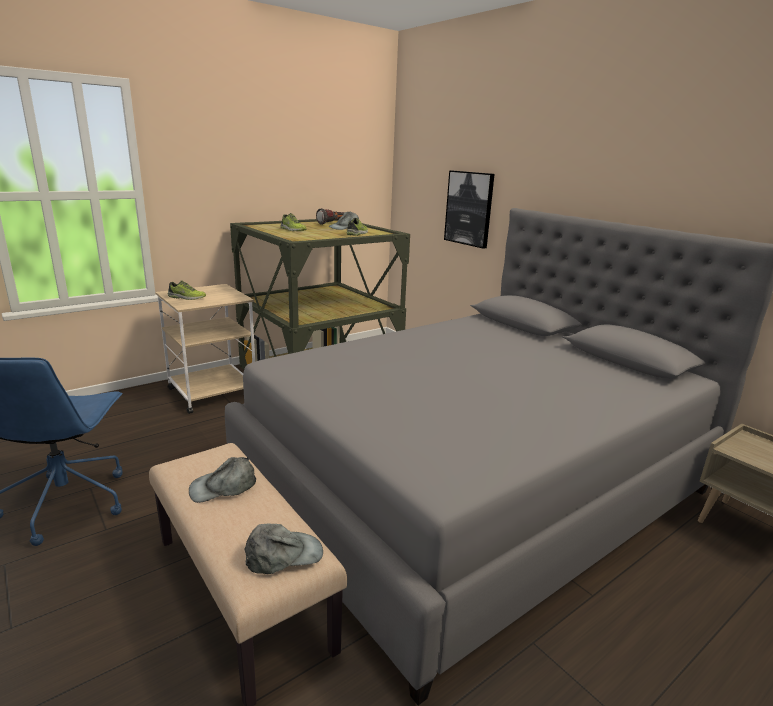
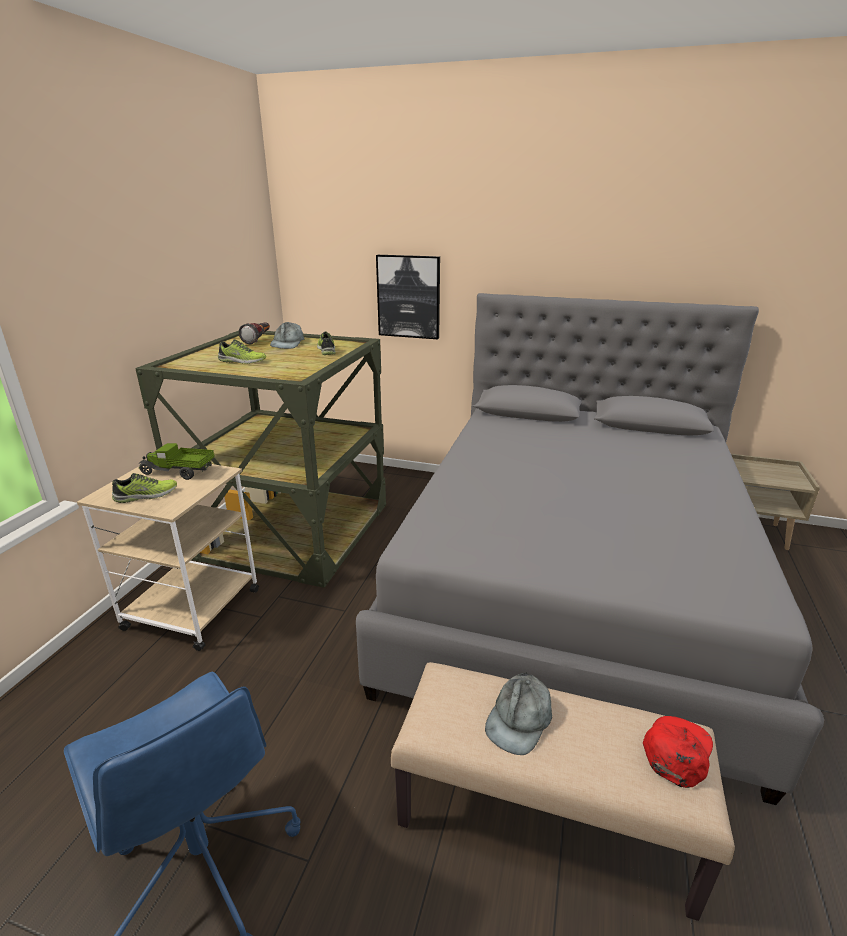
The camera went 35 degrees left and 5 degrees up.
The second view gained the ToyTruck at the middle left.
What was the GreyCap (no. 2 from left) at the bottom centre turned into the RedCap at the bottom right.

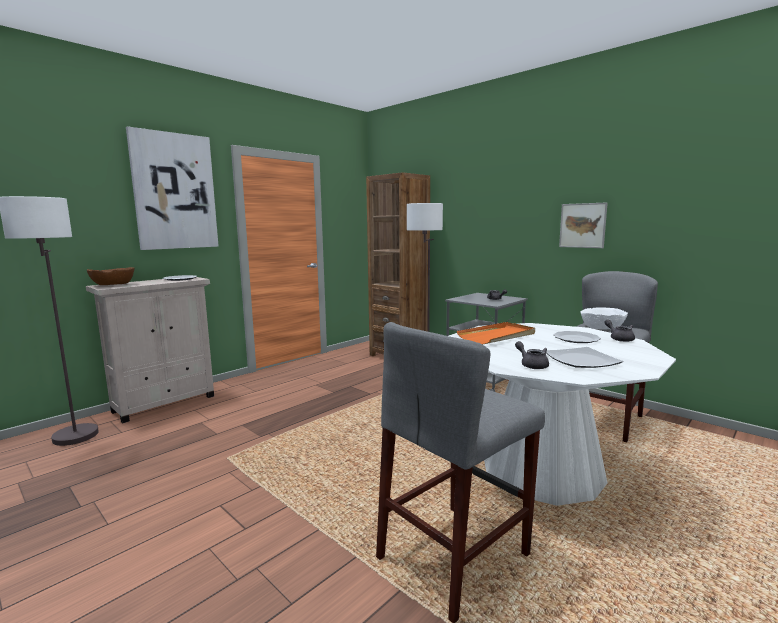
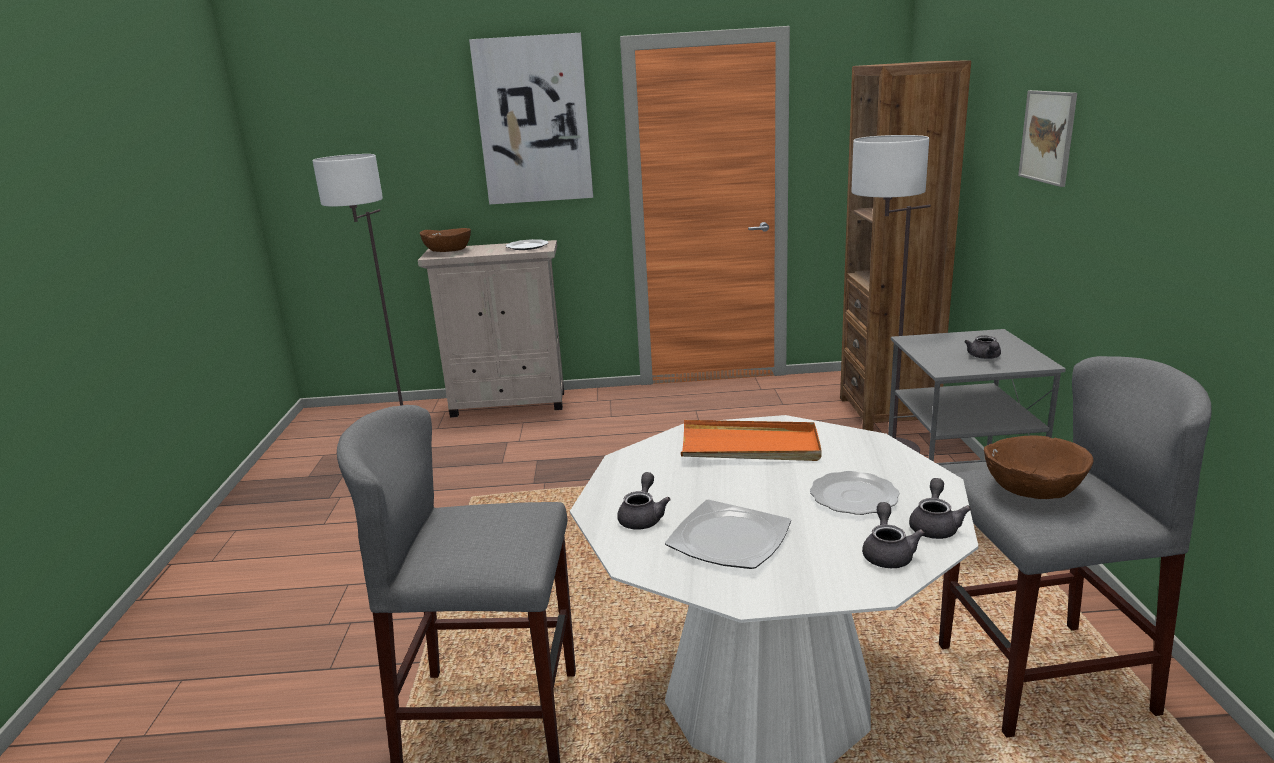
The camera went 45 degrees right and 10 degrees up.
The second view gained the GreyTeapot (no. 2 from left) at the bottom right.
The Picture (no. 2 from left) ended up elsewhere, having gone from the middle right to the top right.
What was the WhiteBowl at the middle right turned into the BrownBowl (no. 2 from left) at the middle right.

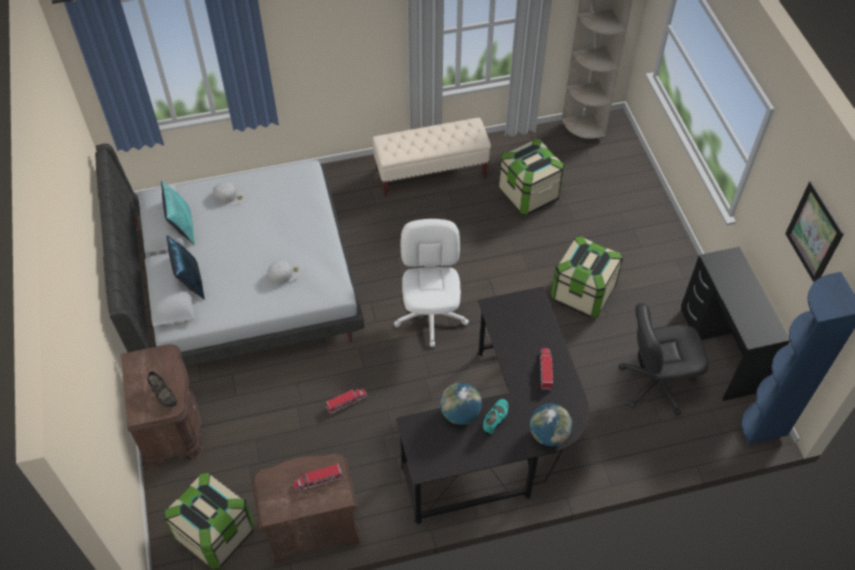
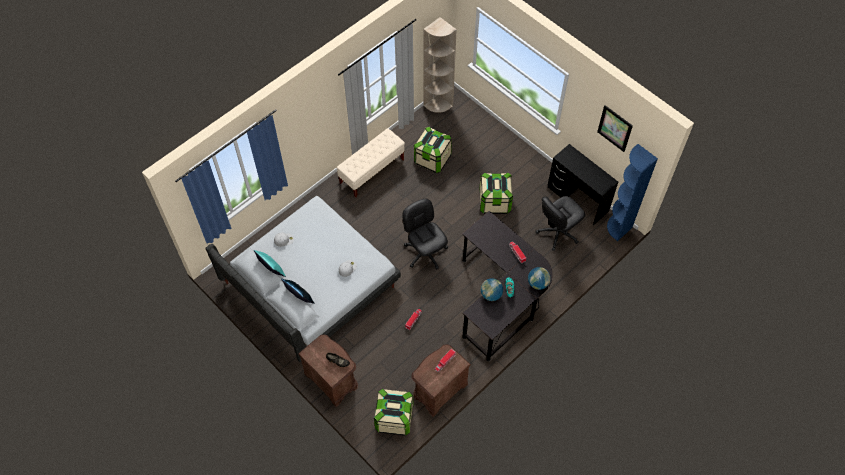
The camera went 30 degrees left and 5 degrees up.
What was the WhiteOfficeChair at the centre turned into the BlackOfficeChair (no. 1 from left) at the centre.

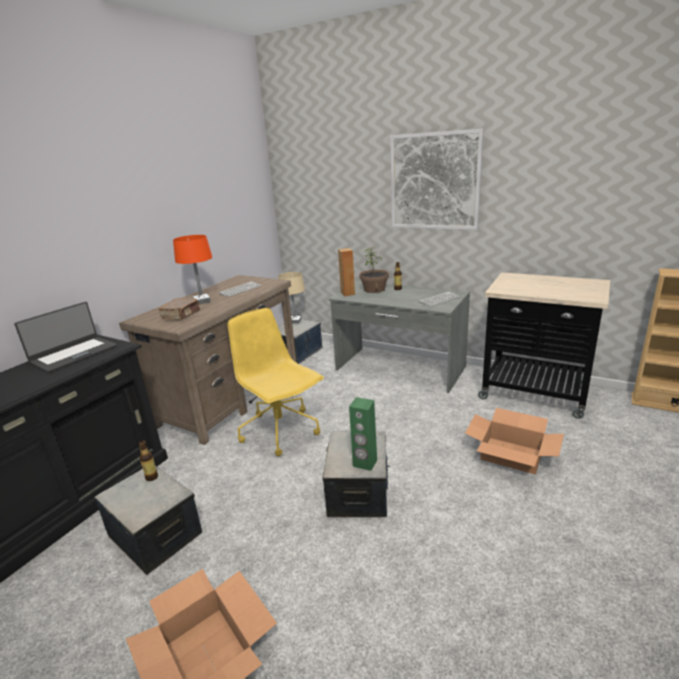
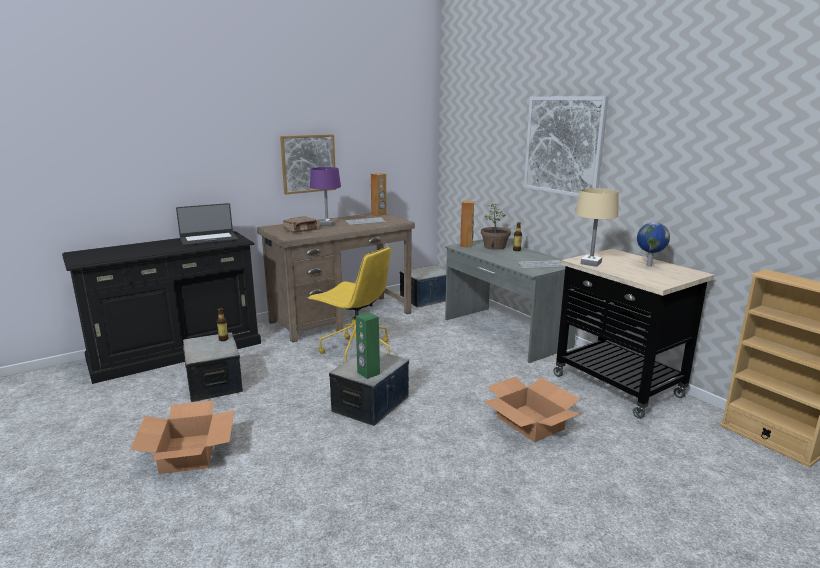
The camera went 25 degrees right and 5 degrees down.
The second view gained the Picture (no. 1 from left) at the top centre.
The second view gained the BrownSpeaker (no. 1 from left) at the centre.
The second view gained the Globe at the middle right.
The BeigeTableLamp ended up elsewhere, having gone from the centre to the middle right.
What was the OrangeTableLamp at the middle left turned into the PurpleTableLamp at the centre.
The YellowOfficeChair at the centre ended up facing another way, 135 degrees clockwise from before.

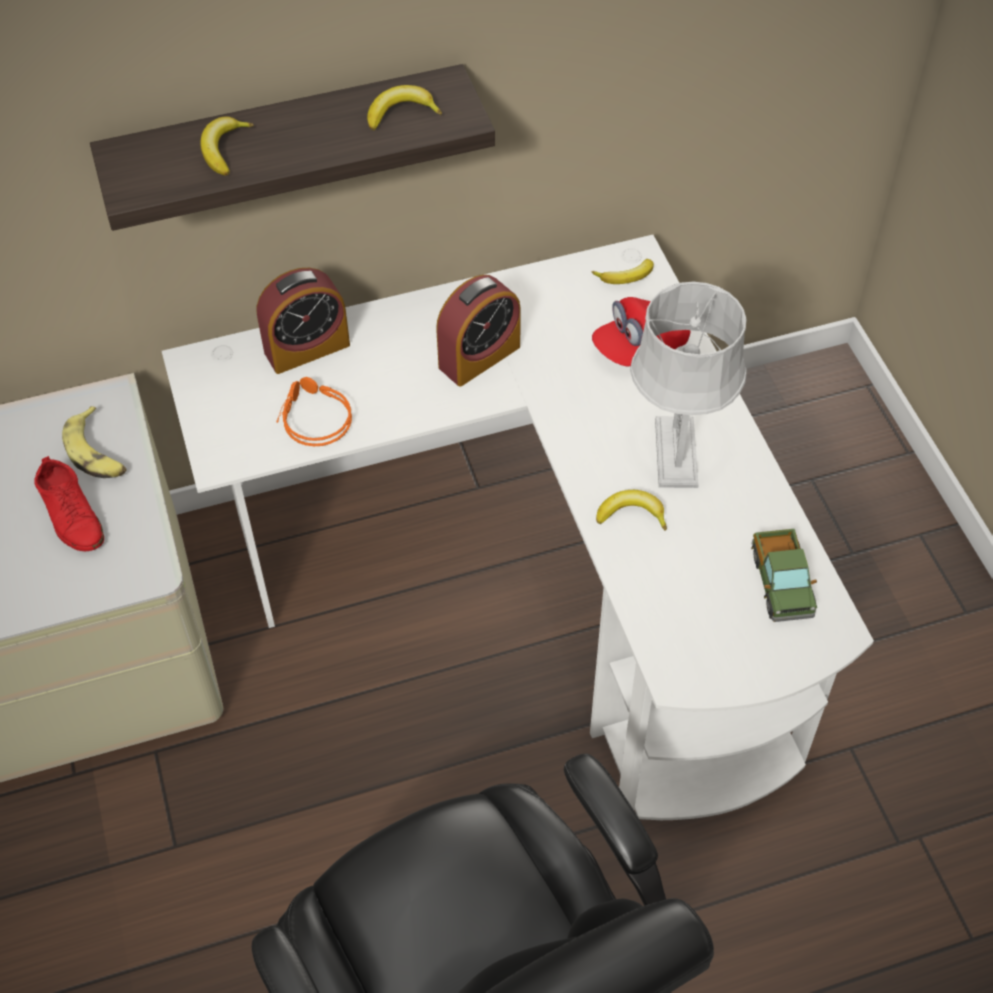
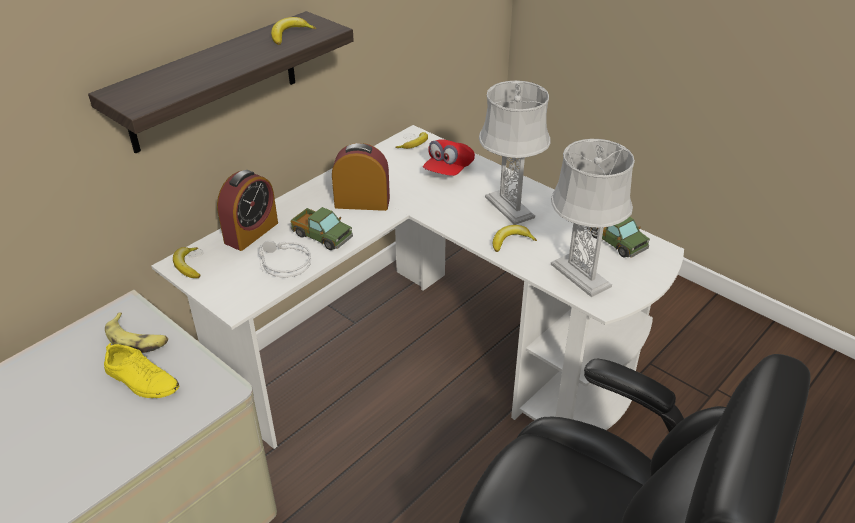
The camera went 30 degrees left and 15 degrees down.
The second view gained the ToyTruck (no. 1 from left) at the centre.
The second view gained the GreyTableLamp (no. 2 from left) at the middle right.
The Banana (no. 2 from left) ended up elsewhere, having gone from the top left to the middle left.
What was the RedShoe at the middle left turned into the YellowShoe at the bottom left.
What was the OrangeHeadphones at the middle left turned into the GreyHeadphones at the centre.
The AlarmClock (no. 2 from left) at the centre ended up facing another way, 105 degrees counterclockwise from before.

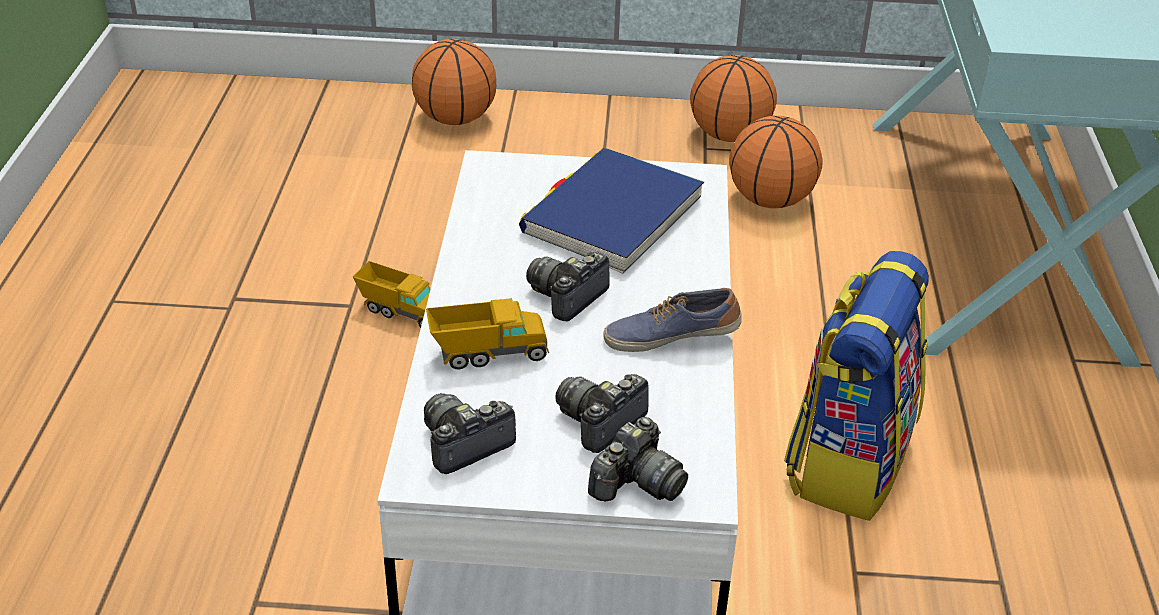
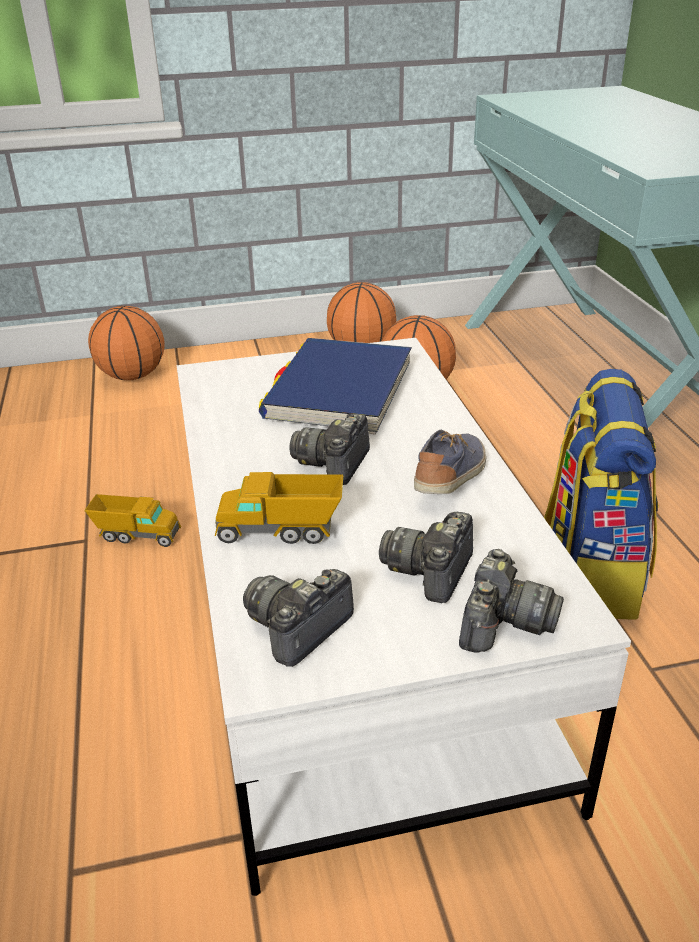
The camera went 15 degrees left and 5 degrees down.
The ToyTruck (no. 2 from left) at the centre ended up facing another way, 150 degrees counterclockwise from before.
The Shoe at the centre ended up facing another way, 135 degrees clockwise from before.

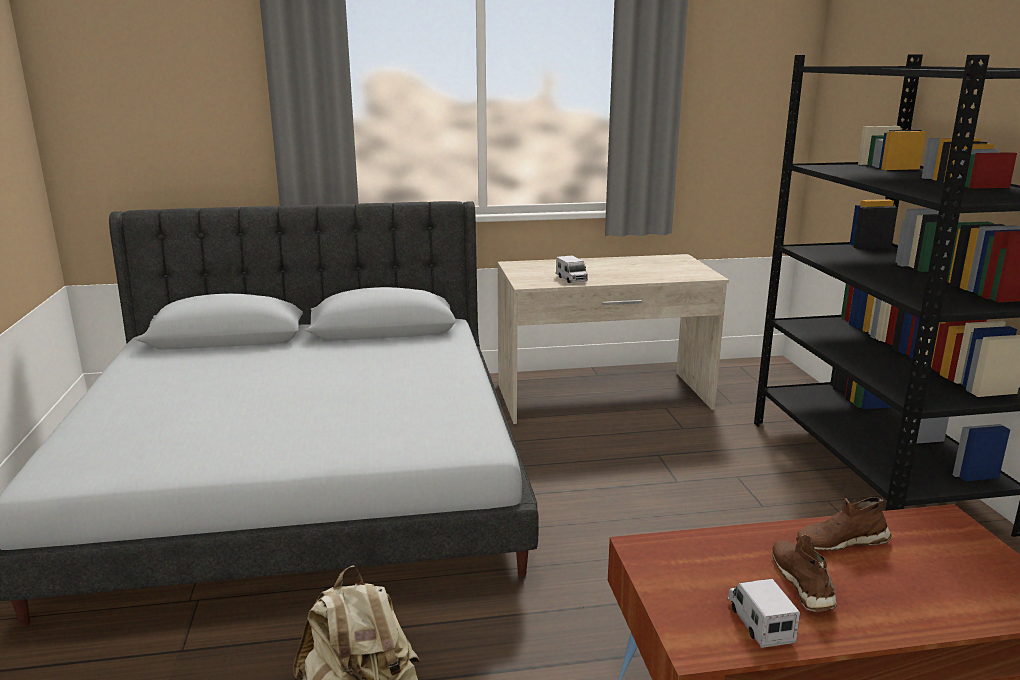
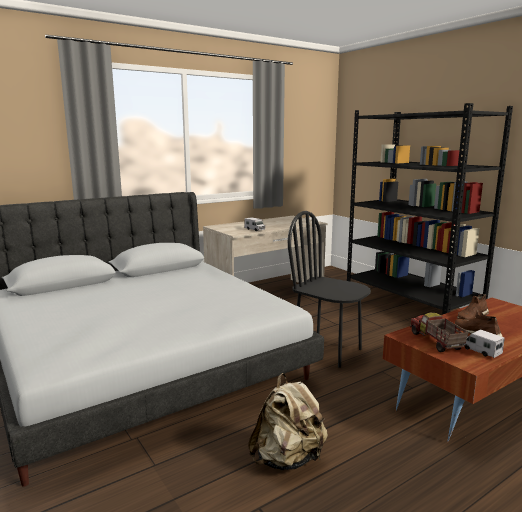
The camera went 25 degrees left and 5 degrees down.
The second view gained the BlackChair at the centre.
The second view gained the ToyTruck (no. 2 from left) at the middle right.

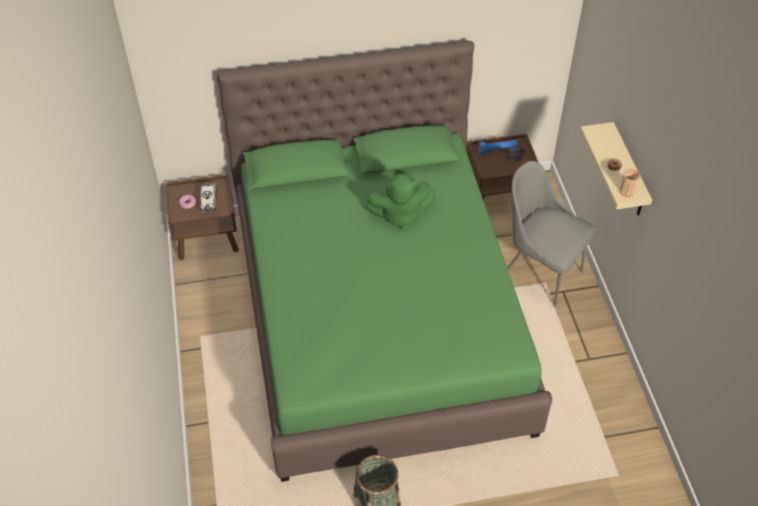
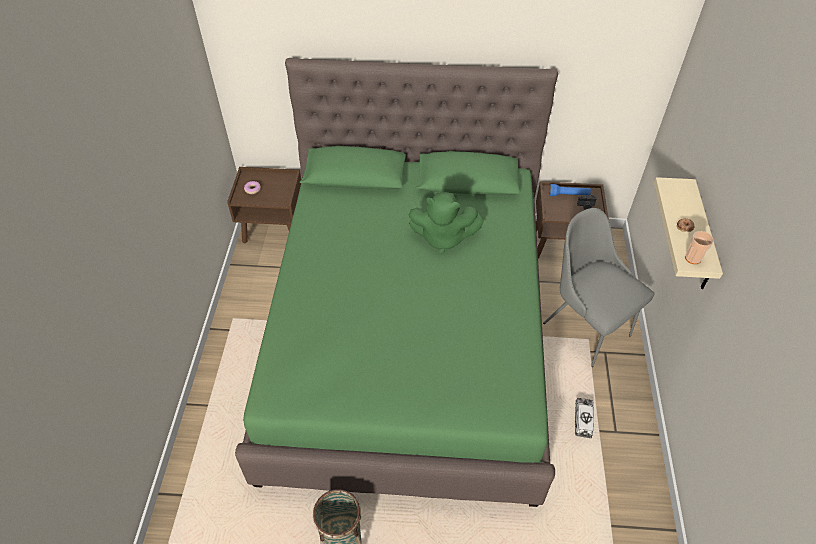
The camera went 15 degrees right and 0 degrees up.
The ToyTruck ended up elsewhere, having gone from the middle left to the bottom right.

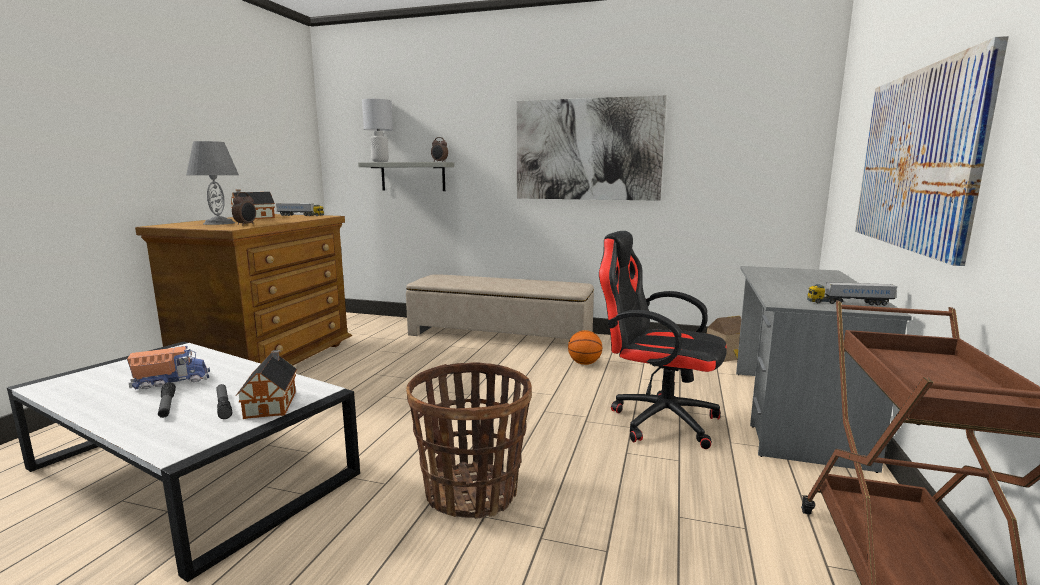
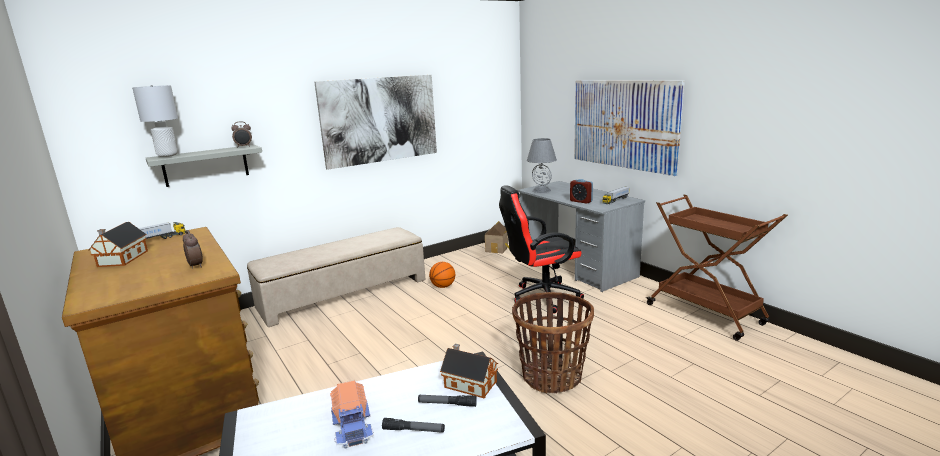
The camera went 50 degrees left and 5 degrees up.
The second view gained the AlarmClock (no. 3 from left) at the centre.
The GreyTableLamp (no. 1 from left in the first image) ended up elsewhere, having gone from the top left to the centre.
The ToyTruck (no. 1 from left in the first image) at the middle left ended up facing another way, 150 degrees clockwise from before.

